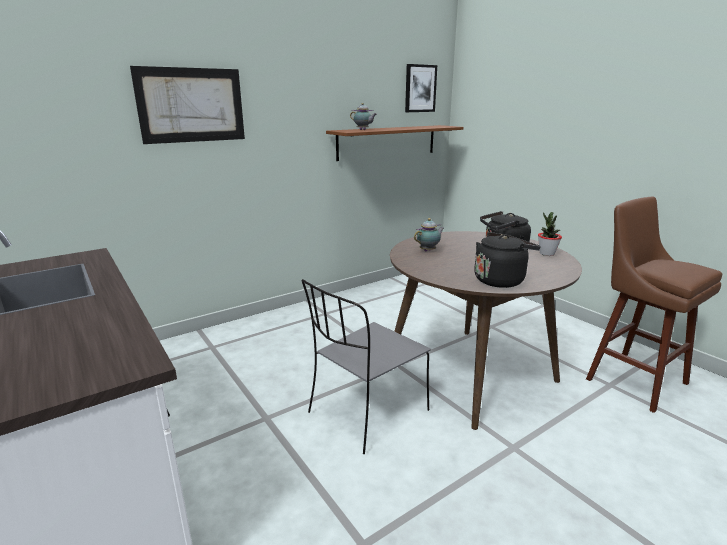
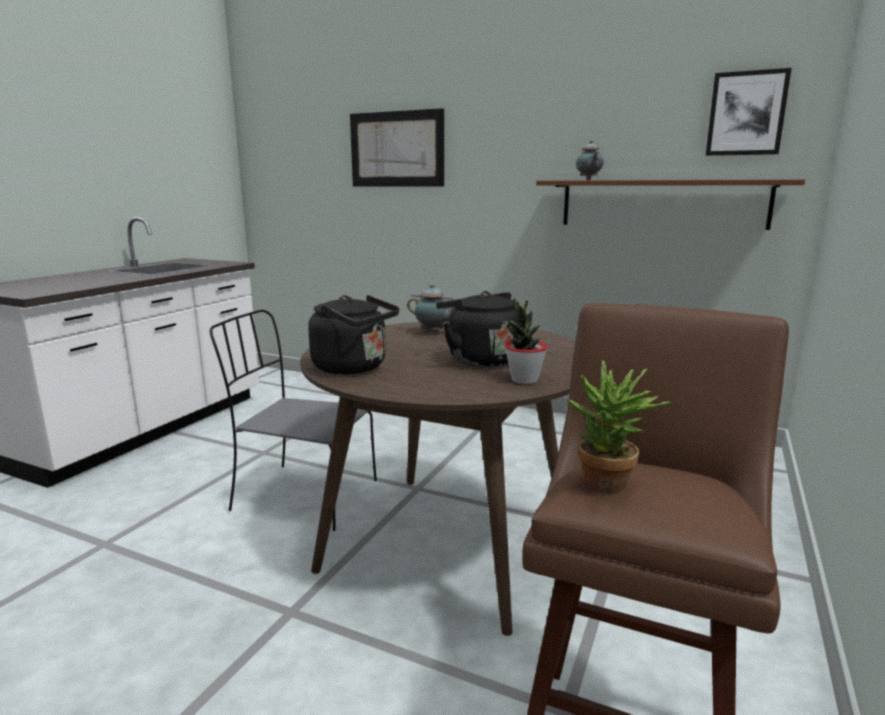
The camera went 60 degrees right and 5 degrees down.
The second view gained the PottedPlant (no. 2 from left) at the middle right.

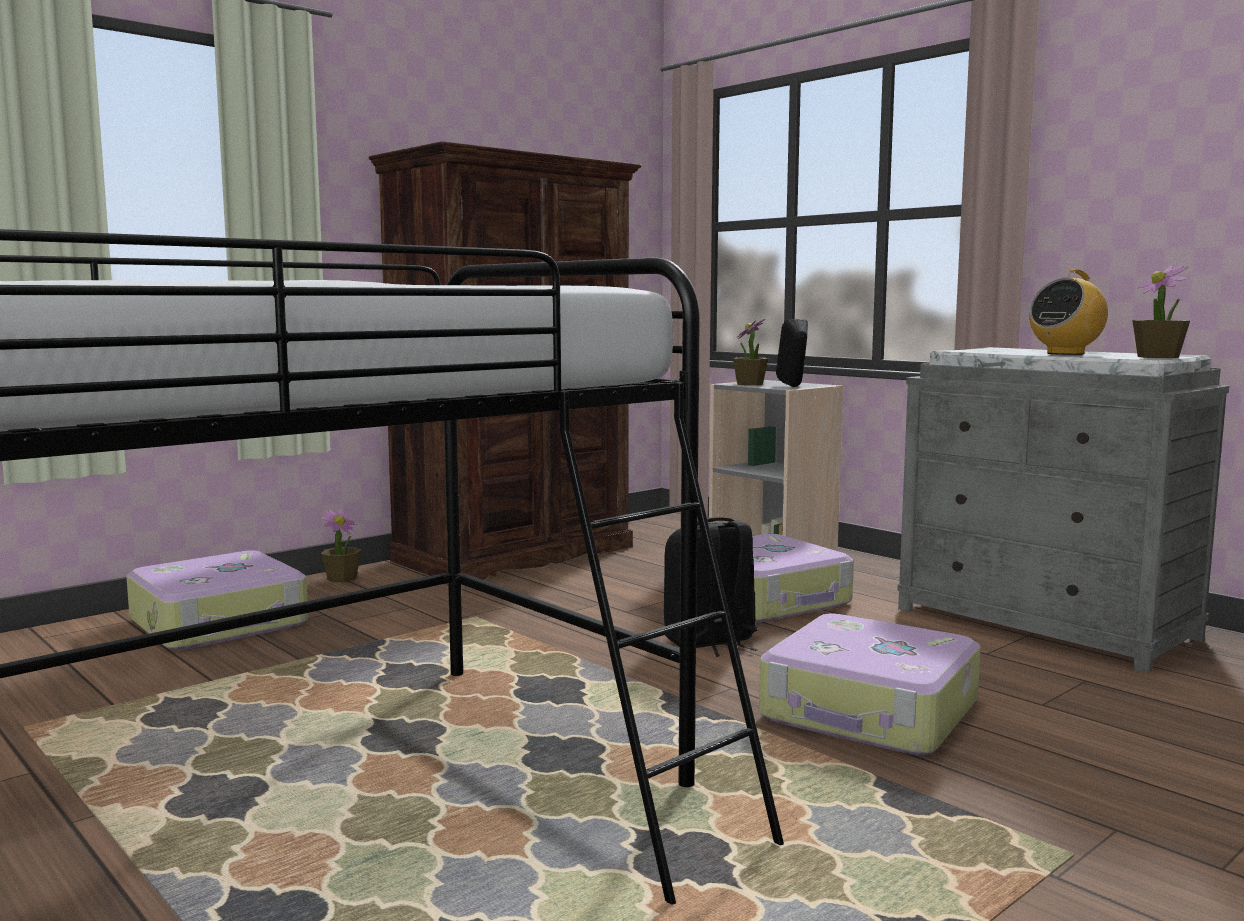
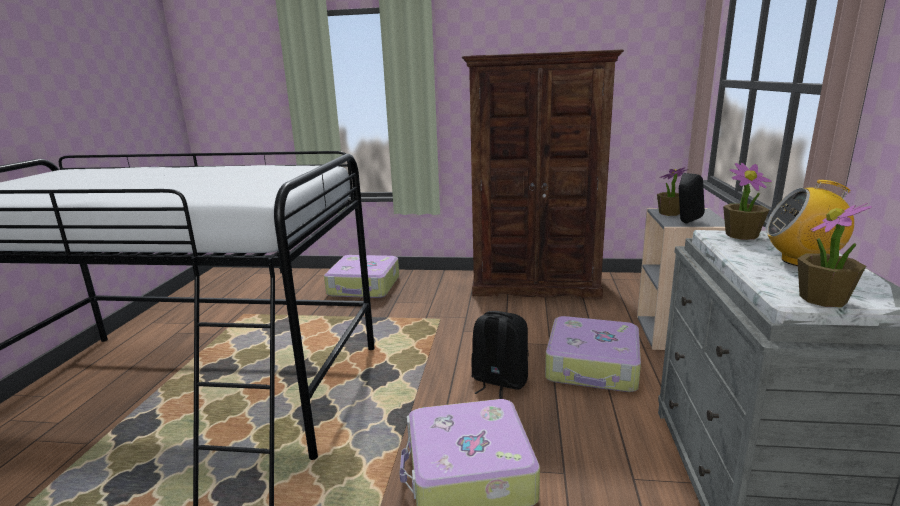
The camera went 50 degrees right and 10 degrees up.
The PottedPlant (no. 1 from left in the first image) ended up elsewhere, having gone from the middle left to the middle right.

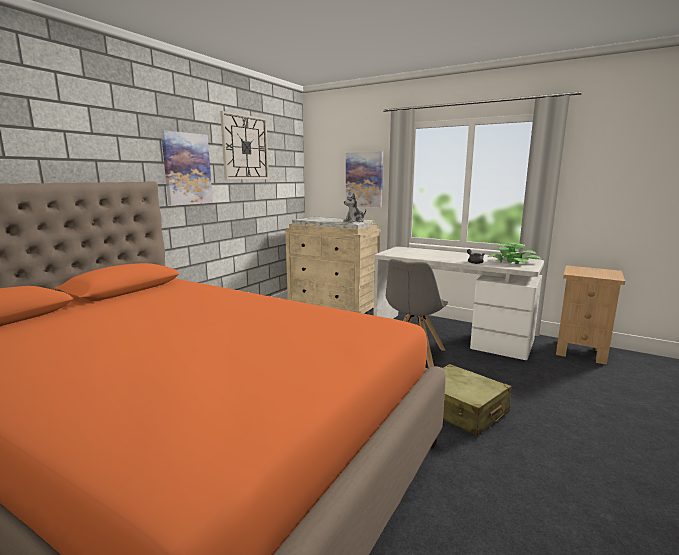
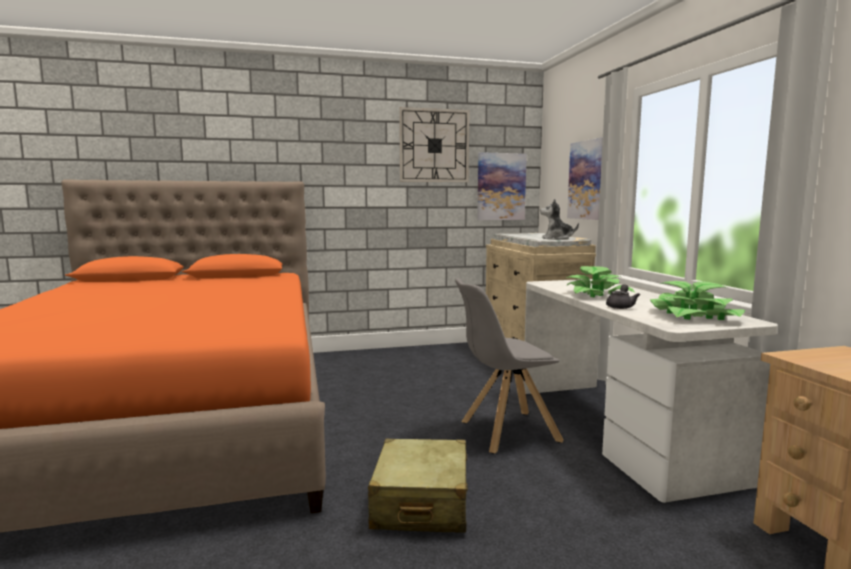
The camera went 45 degrees right and 5 degrees down.
The second view gained the PottedPlant (no. 1 from left) at the middle right.
The Picture (no. 1 from left) ended up elsewhere, having gone from the top left to the top centre.

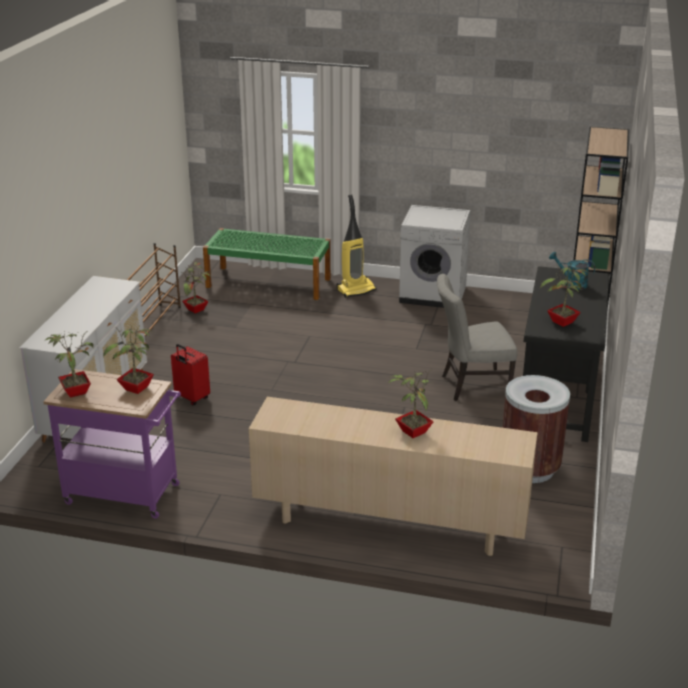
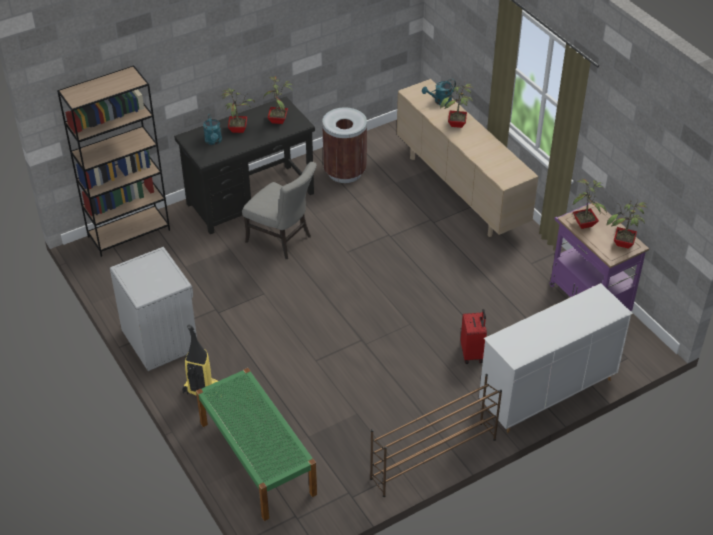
The camera went 135 degrees left and 15 degrees up.
The second view gained the TurquoiseWateringCan (no. 2 from left) at the top centre.
The PottedPlant (no. 3 from left in the first image) ended up elsewhere, having gone from the middle left to the top centre.

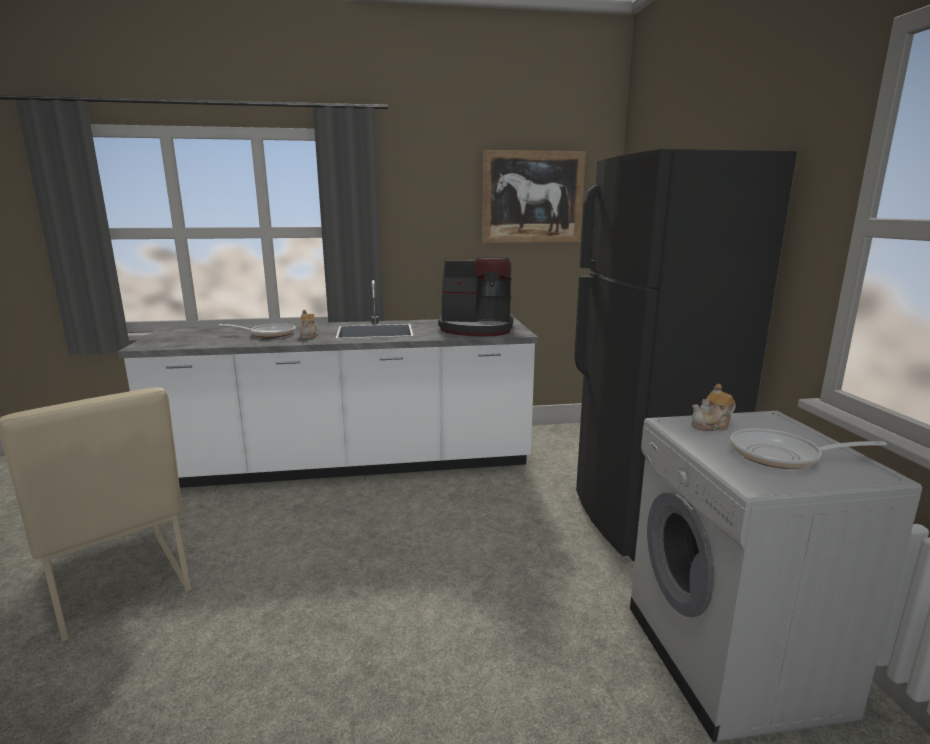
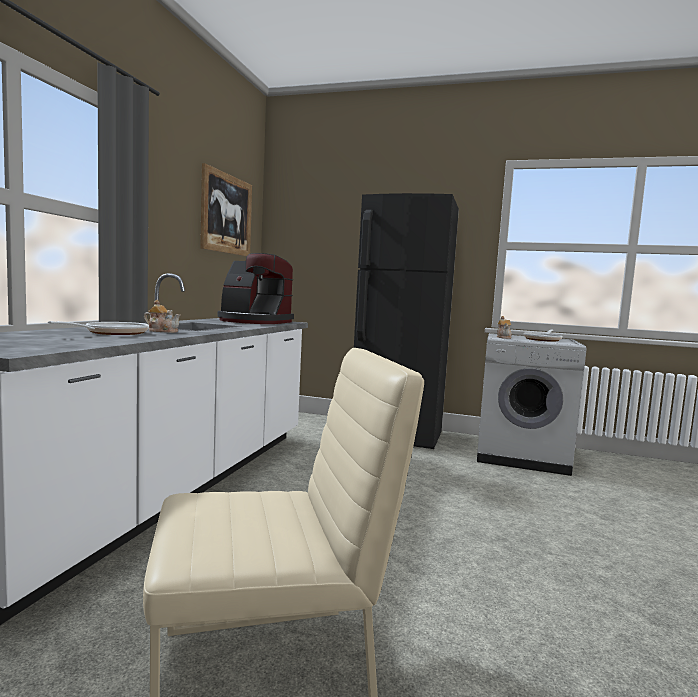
The camera went 65 degrees left and 10 degrees down.
The CoffeeMachine at the centre ended up facing another way, 75 degrees clockwise from before.

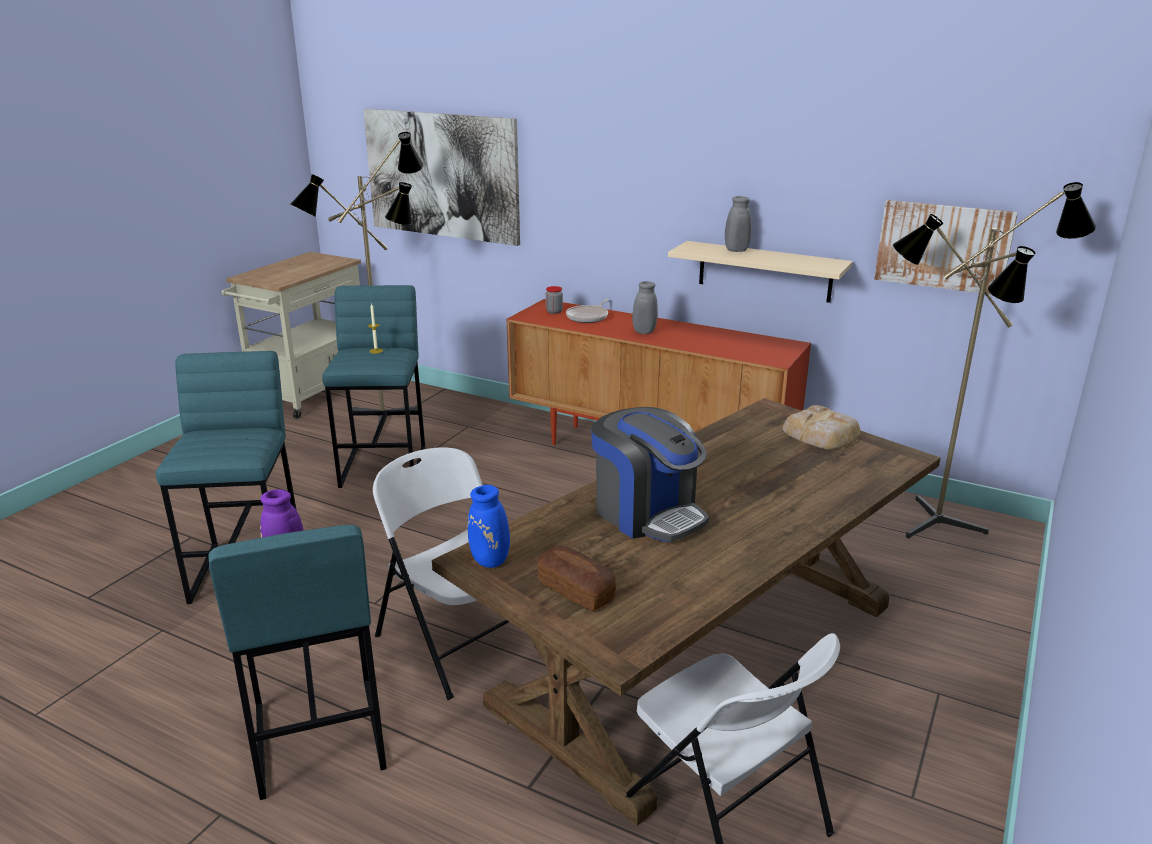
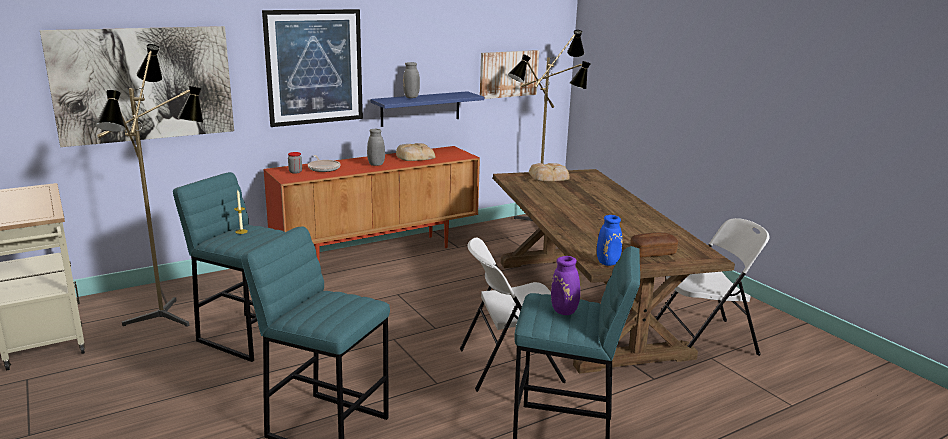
The camera went 60 degrees left and 5 degrees down.
The second view lost the CoffeeMachine at the centre.
The second view gained the Picture (no. 2 from left) at the top left.
The second view gained the Bread (no. 1 from left) at the centre.
What was the BeigeShelf at the top centre turned into the BlueShelf at the top centre.

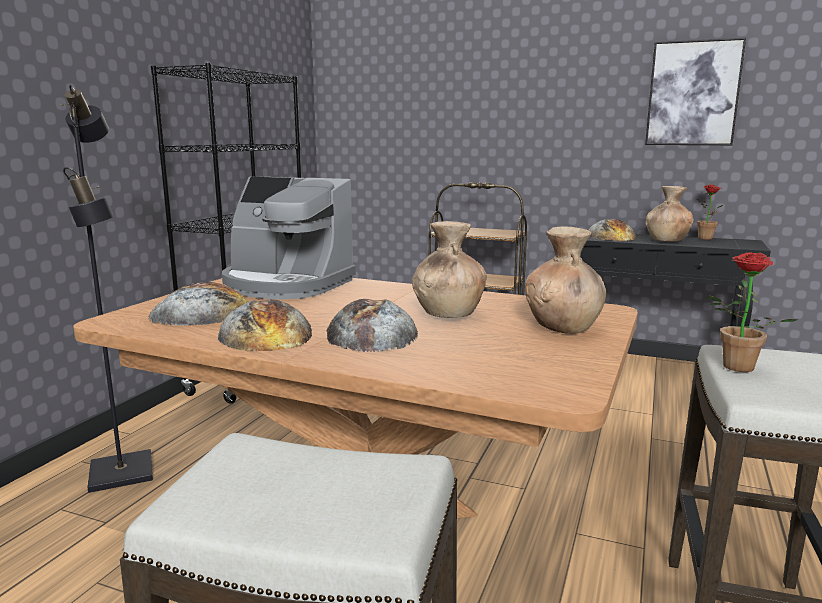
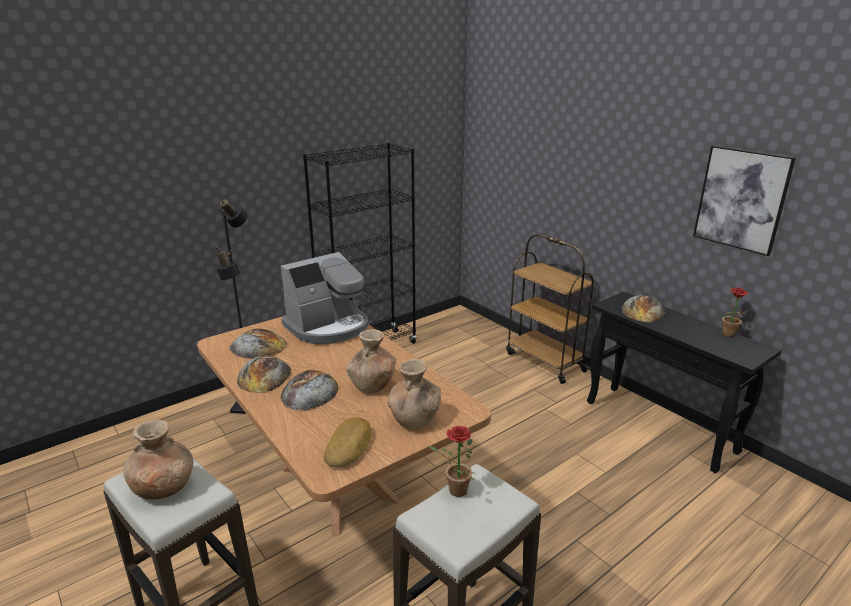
The camera went 30 degrees right and 10 degrees up.
The second view gained the Bread (no. 4 from left) at the bottom centre.
The BrownVase (no. 3 from left in the first image) ended up elsewhere, having gone from the middle right to the bottom left.
The CoffeeMachine at the centre ended up facing another way, 90 degrees counterclockwise from before.

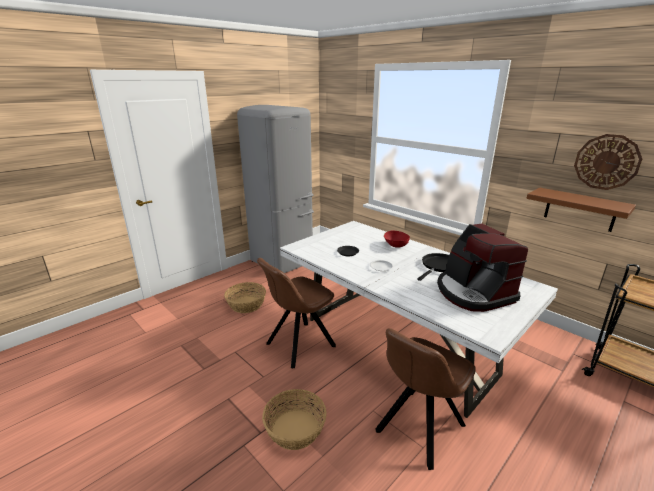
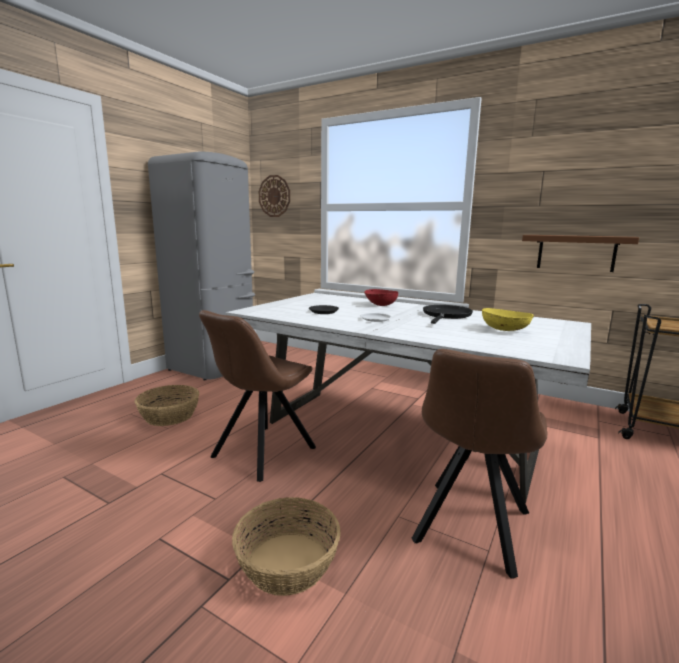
The camera went 15 degrees left and 10 degrees down.
The WallClock ended up elsewhere, having gone from the top right to the top centre.
Where the CoffeeMachine stood at the middle right, the YellowBowl came to stand at the middle right.

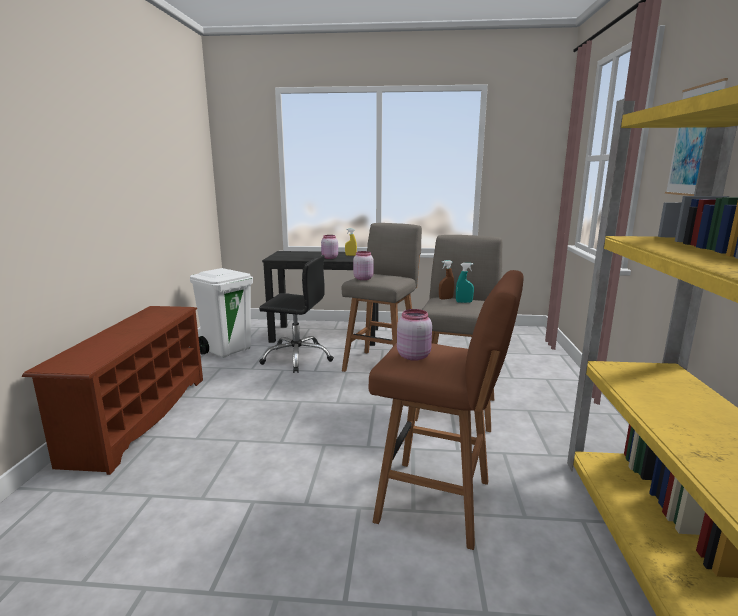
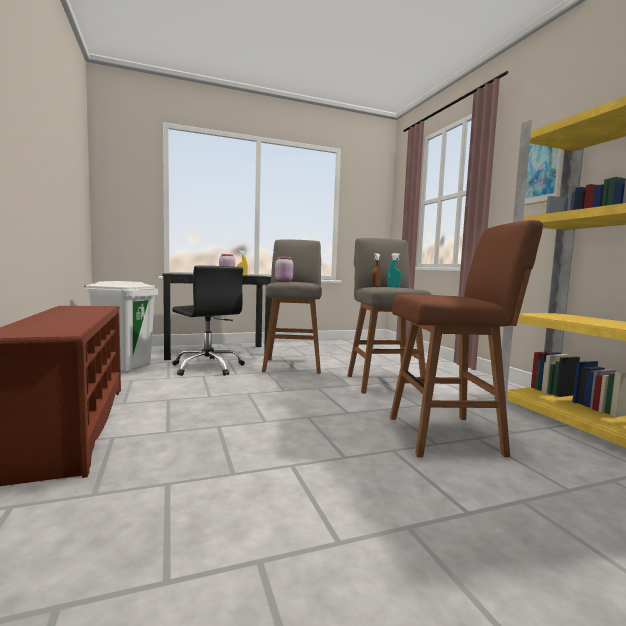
The camera went 25 degrees left and 10 degrees down.
The second view lost the PinkJar (no. 3 from left) at the centre.
The BlackOfficeChair at the centre ended up facing another way, 60 degrees clockwise from before.

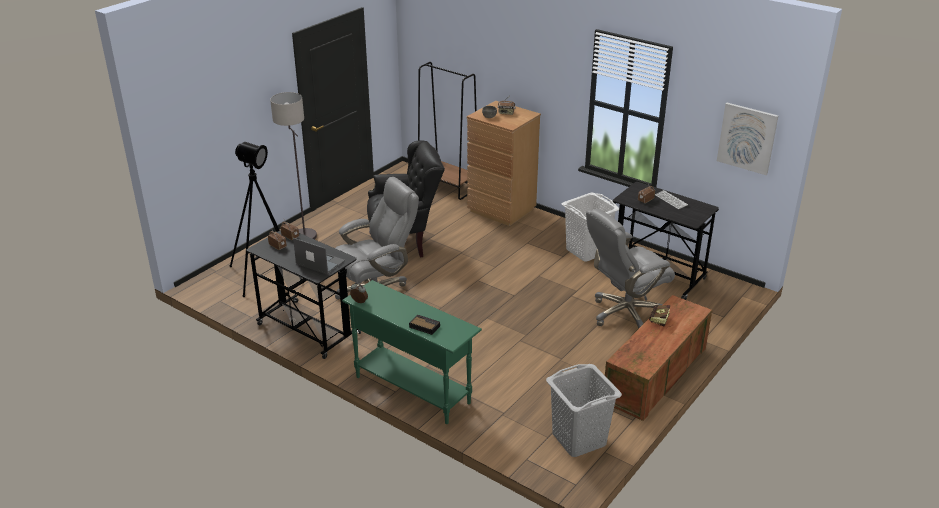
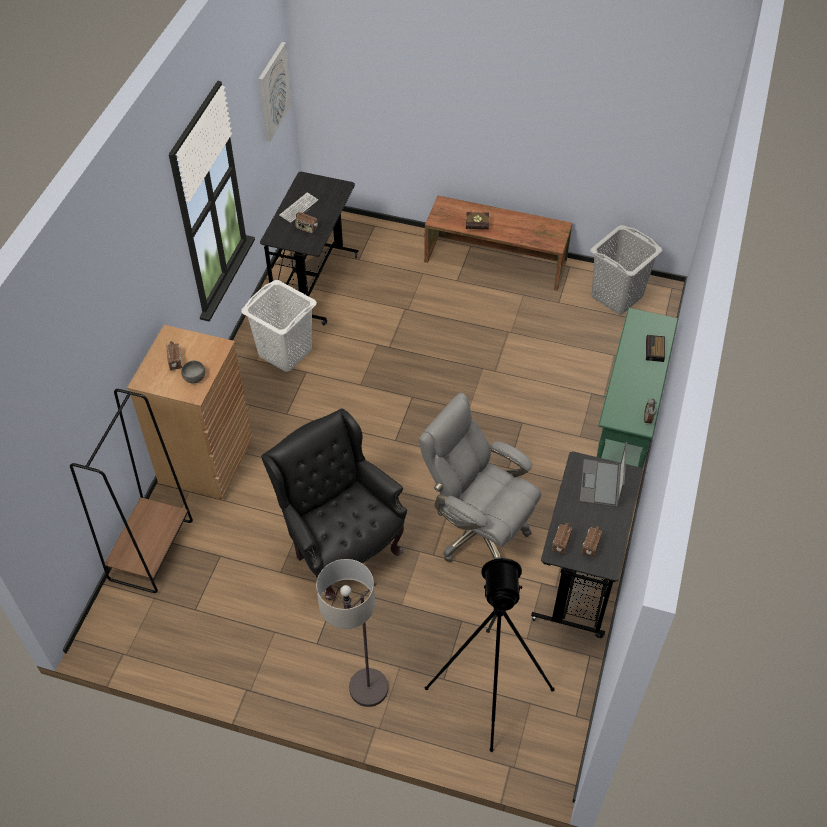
The camera went 110 degrees left and 20 degrees up.
The second view lost the GreyOfficeChair (no. 2 from left) at the middle right.

